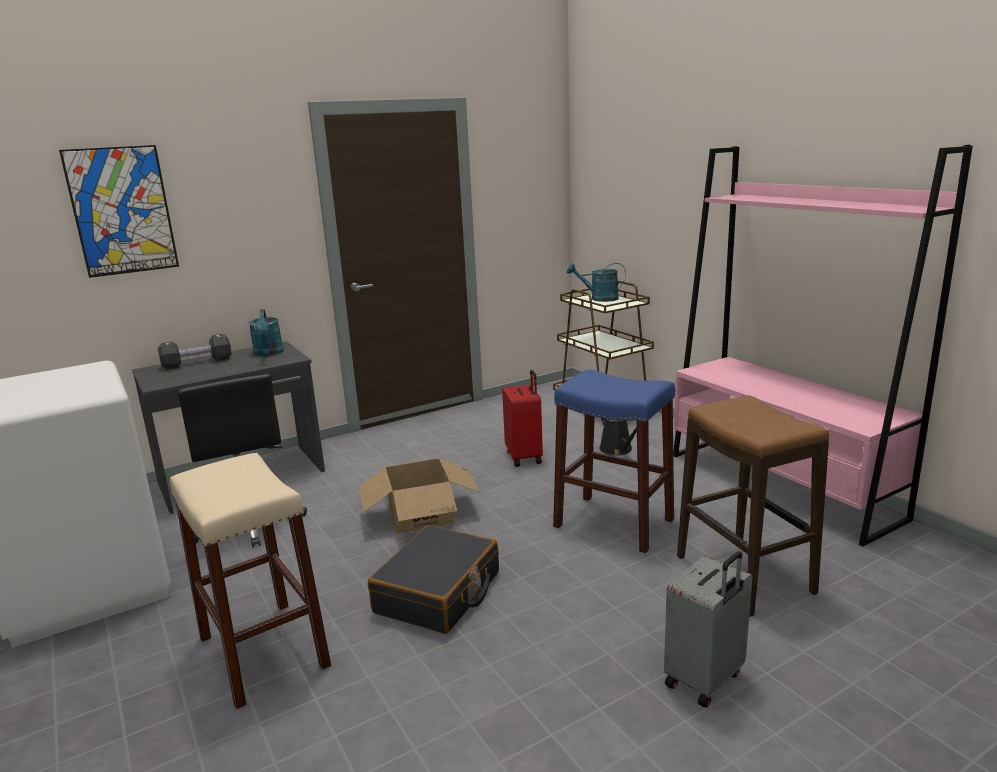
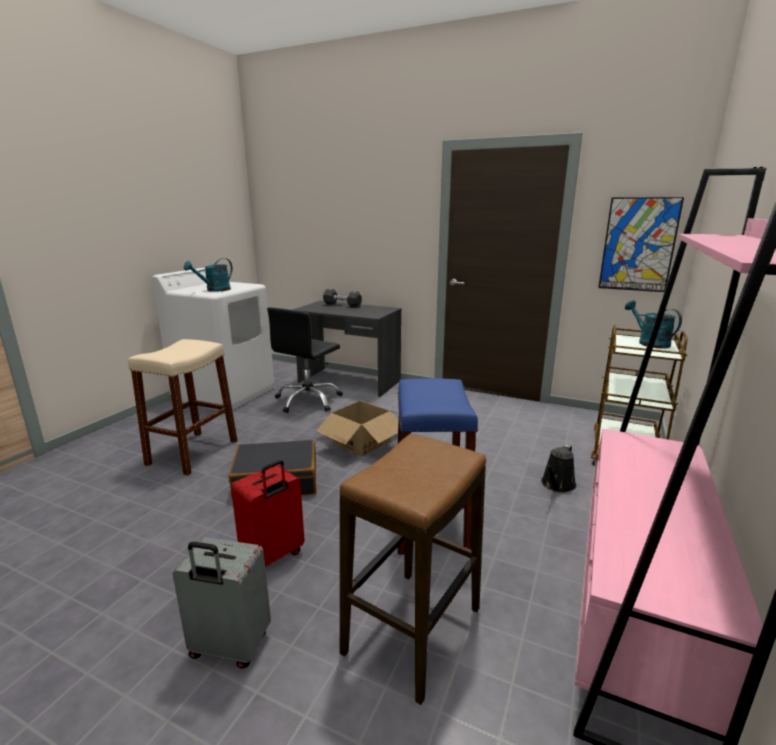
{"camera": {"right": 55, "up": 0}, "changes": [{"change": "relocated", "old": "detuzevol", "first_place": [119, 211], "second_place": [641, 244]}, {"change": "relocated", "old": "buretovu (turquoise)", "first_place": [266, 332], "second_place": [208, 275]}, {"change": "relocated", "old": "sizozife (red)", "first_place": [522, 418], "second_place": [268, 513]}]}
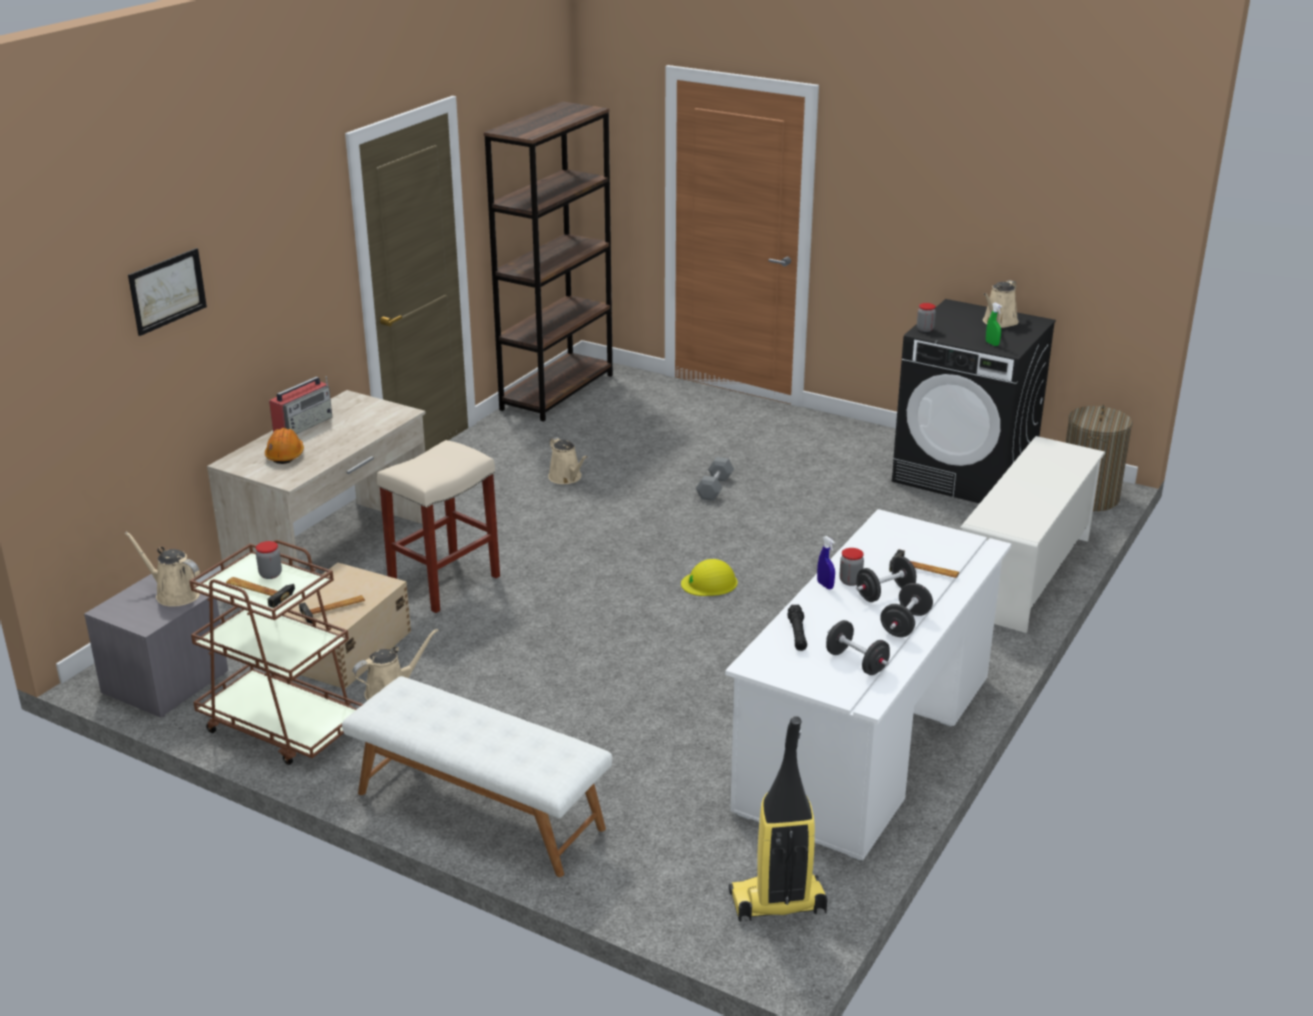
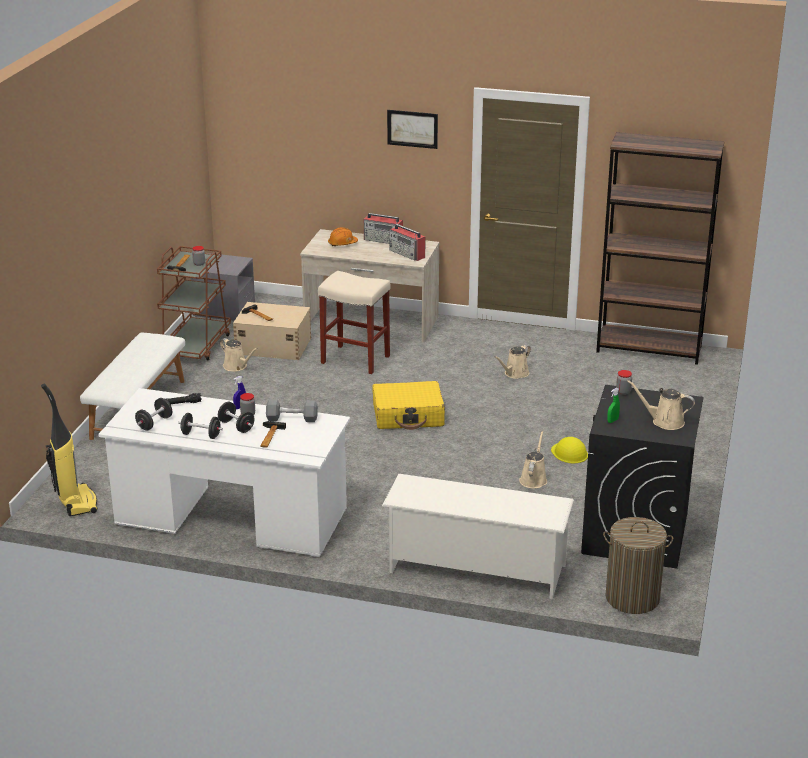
{"camera": {"right": 75, "up": 0}, "changes": [{"change": "relocated", "old": "detuzevol", "first_place": [167, 292], "second_place": [412, 129]}, {"change": "relocated", "old": "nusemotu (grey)", "first_place": [715, 479], "second_place": [292, 410]}, {"change": "relocated", "old": "buretovu (beige)", "first_place": [162, 569], "second_place": [533, 459]}, {"change": "relocated", "old": "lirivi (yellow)", "first_place": [709, 577], "second_place": [569, 450]}, {"change": "appeared", "new": "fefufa", "second_place": [407, 242]}, {"change": "appeared", "new": "sizozife (yellow)", "second_place": [408, 405]}]}
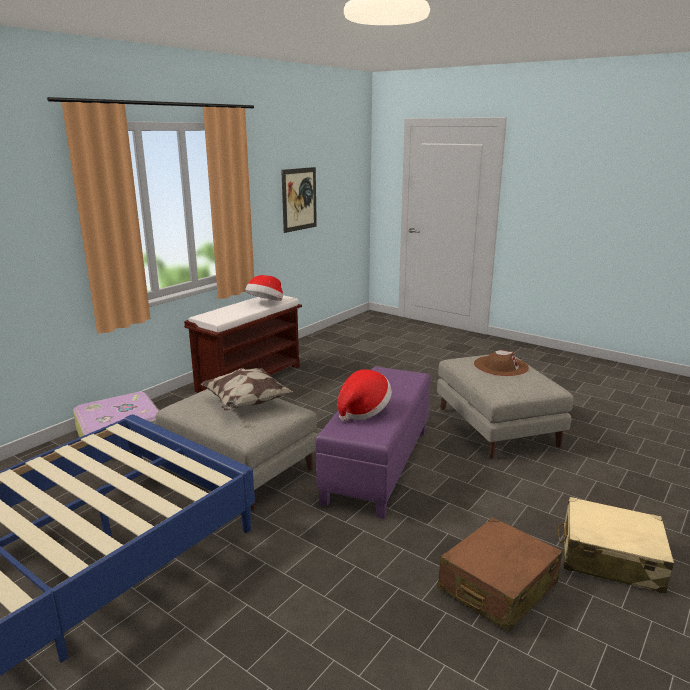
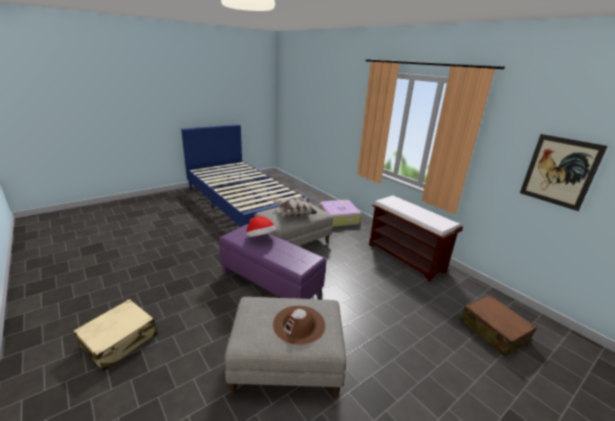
{"camera": {"right": 105, "up": 5}, "changes": [{"change": "missing", "old": "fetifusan", "first_place": [264, 288]}, {"change": "relocated", "old": "sizozife (brown)", "first_place": [500, 574], "second_place": [498, 326]}]}
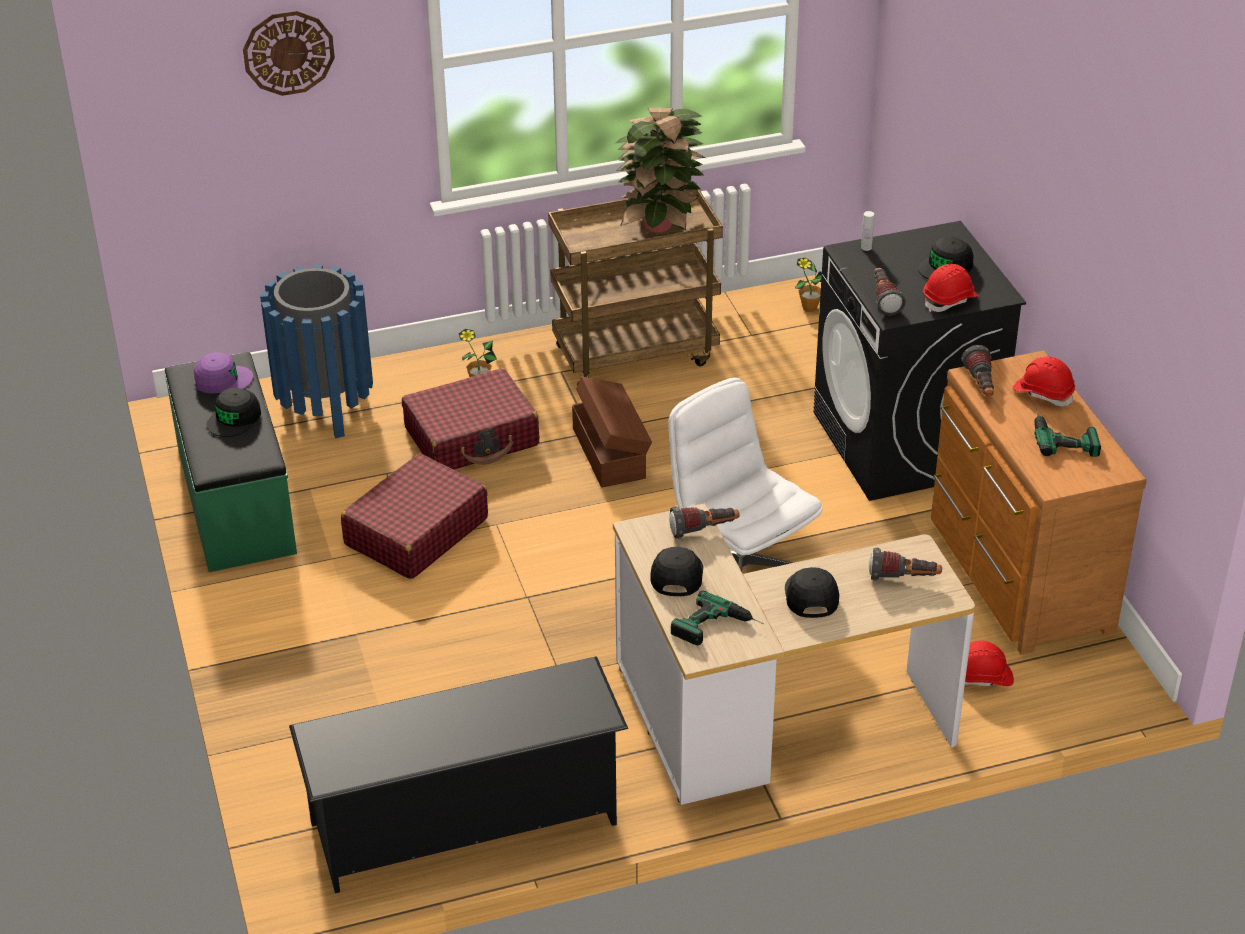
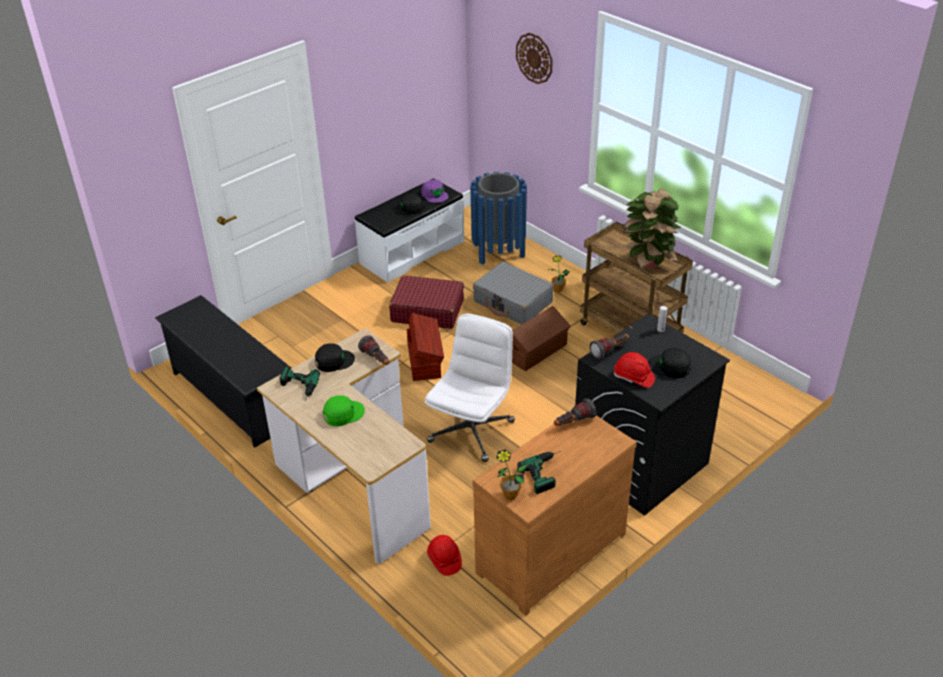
{"camera": {"right": 65, "up": 0}, "changes": [{"change": "relocated", "old": "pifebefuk", "first_place": [808, 285], "second_place": [511, 474]}, {"change": "colour", "old": "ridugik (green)", "new": "ridugik (white)", "first_place": [231, 462], "second_place": [409, 230]}, {"change": "missing", "old": "lirivi (red)", "first_place": [1044, 381]}, {"change": "colour", "old": "sizozife (red)", "new": "sizozife (grey)", "first_place": [470, 419], "second_place": [513, 293]}, {"change": "missing", "old": "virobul", "first_place": [905, 564]}, {"change": "colour", "old": "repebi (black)", "new": "repebi (green)", "first_place": [812, 592], "second_place": [344, 410]}, {"change": "appeared", "new": "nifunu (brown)", "second_place": [425, 347]}]}
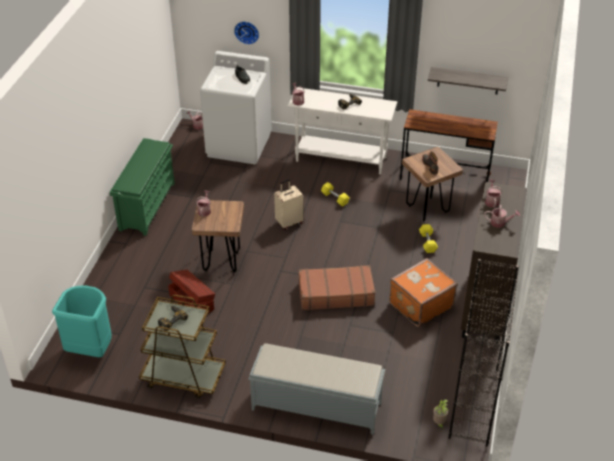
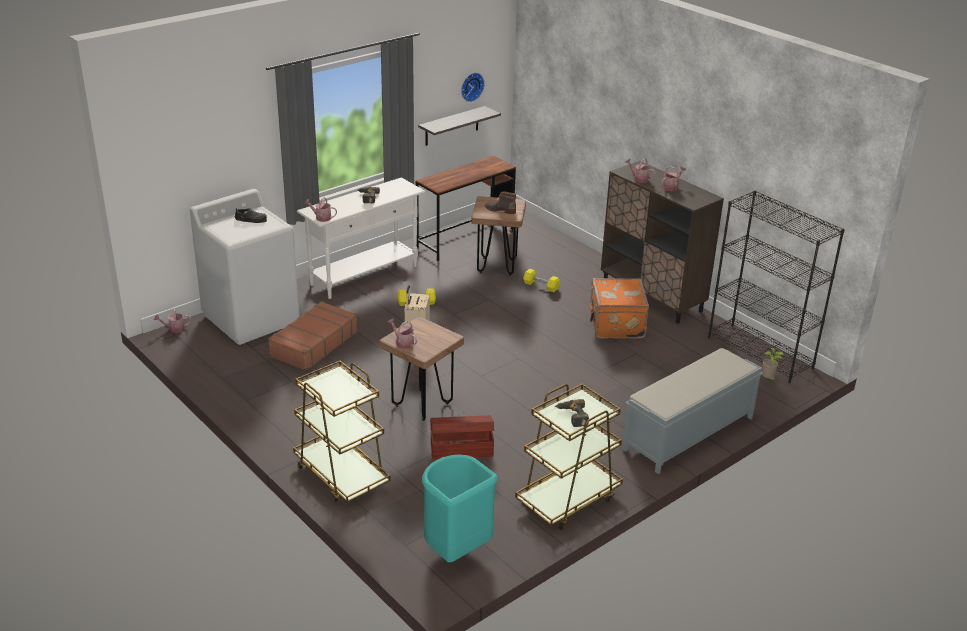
{"camera": {"right": -55, "up": -10}, "changes": [{"change": "relocated", "old": "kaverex", "first_place": [246, 33], "second_place": [472, 87]}, {"change": "missing", "old": "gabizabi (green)", "first_place": [142, 187]}, {"change": "relocated", "old": "sizozife (brown)", "first_place": [337, 287], "second_place": [313, 336]}, {"change": "appeared", "new": "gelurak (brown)", "second_place": [342, 431]}]}
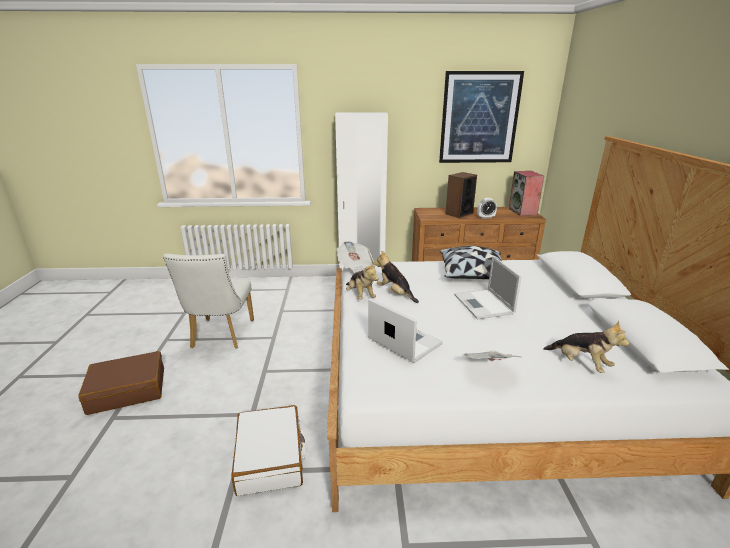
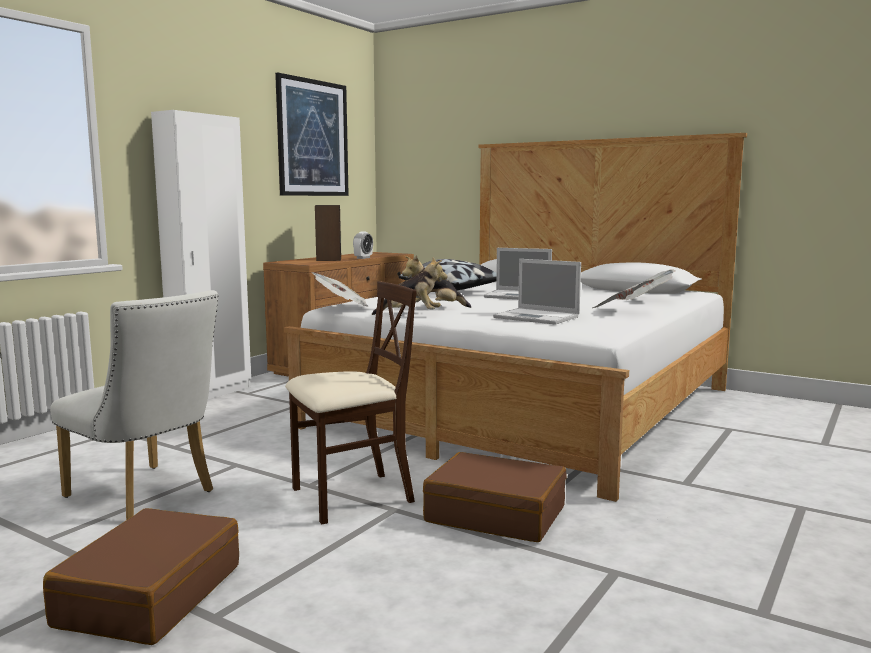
{"camera": {"right": -55, "up": -15}, "changes": [{"change": "missing", "old": "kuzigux", "first_place": [526, 193]}, {"change": "spun", "old": "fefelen", "first_place": [405, 330], "second_place": [537, 292], "degrees": -135}, {"change": "exchanged", "old": "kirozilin", "new": "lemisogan", "first_place": [586, 347], "second_place": [646, 284]}, {"change": "colour", "old": "sizozife (white)", "new": "sizozife (brown)", "first_place": [268, 450], "second_place": [495, 497]}, {"change": "appeared", "new": "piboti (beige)", "second_place": [351, 402]}]}
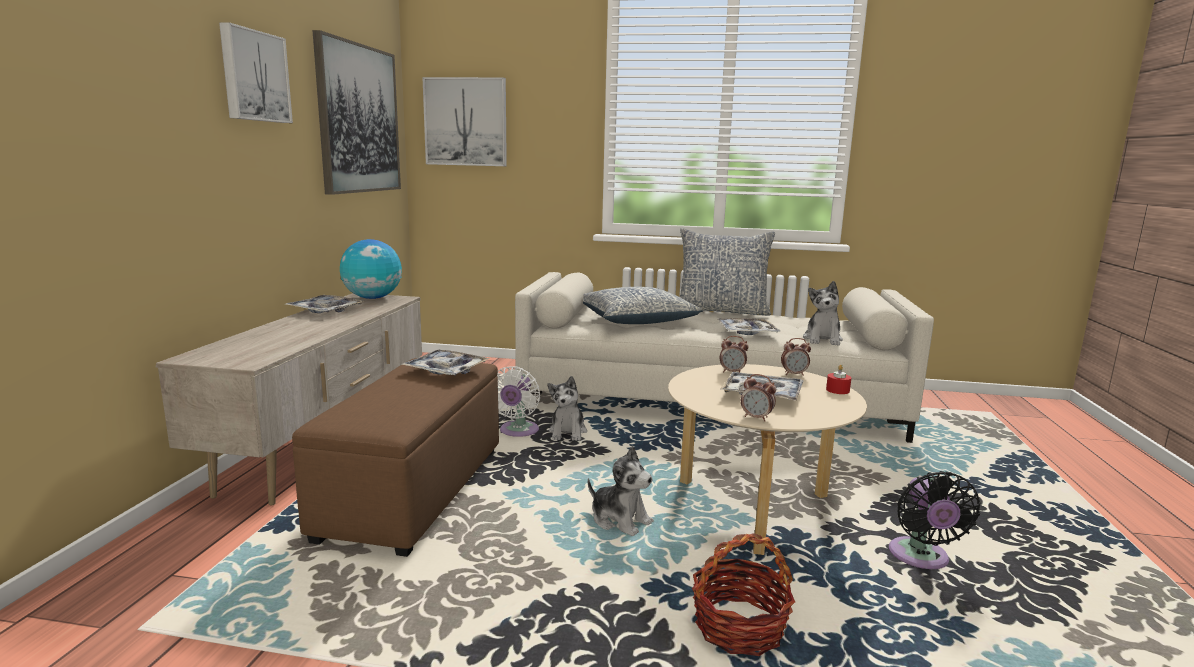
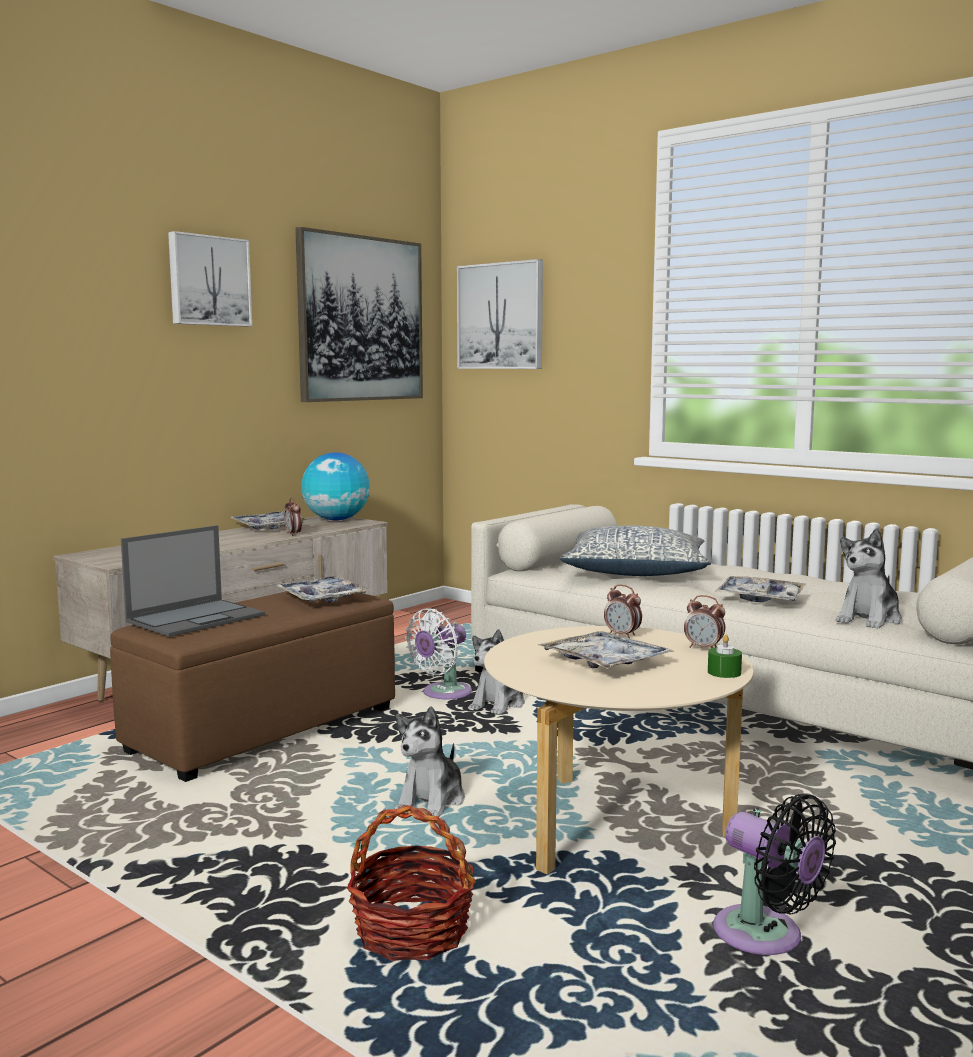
{"camera": {"right": 30, "up": -5}, "changes": [{"change": "missing", "old": "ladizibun", "first_place": [727, 271]}, {"change": "colour", "old": "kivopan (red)", "new": "kivopan (green)", "first_place": [838, 379], "second_place": [725, 656]}, {"change": "relocated", "old": "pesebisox", "first_place": [758, 398], "second_place": [293, 517]}, {"change": "spun", "old": "kirozilin", "first_place": [621, 491], "second_place": [430, 761], "degrees": 45}, {"change": "spun", "old": "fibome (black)", "first_place": [934, 520], "second_place": [774, 874], "degrees": -75}, {"change": "appeared", "new": "fefelen", "second_place": [193, 581]}]}
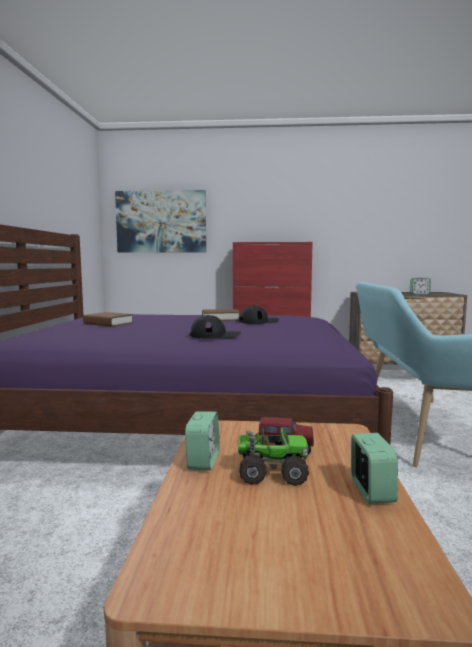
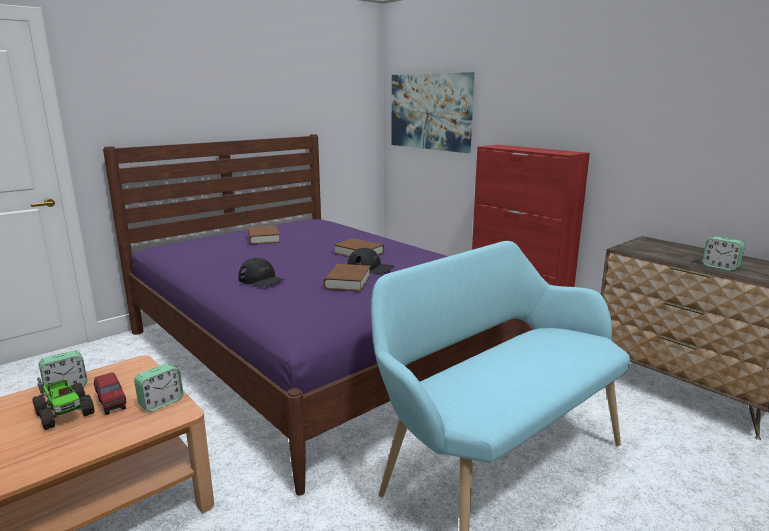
{"camera": {"right": 45, "up": 10}, "changes": [{"change": "relocated", "old": "pesebisox", "first_place": [374, 468], "second_place": [158, 387]}, {"change": "appeared", "new": "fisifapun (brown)", "second_place": [347, 277]}]}
